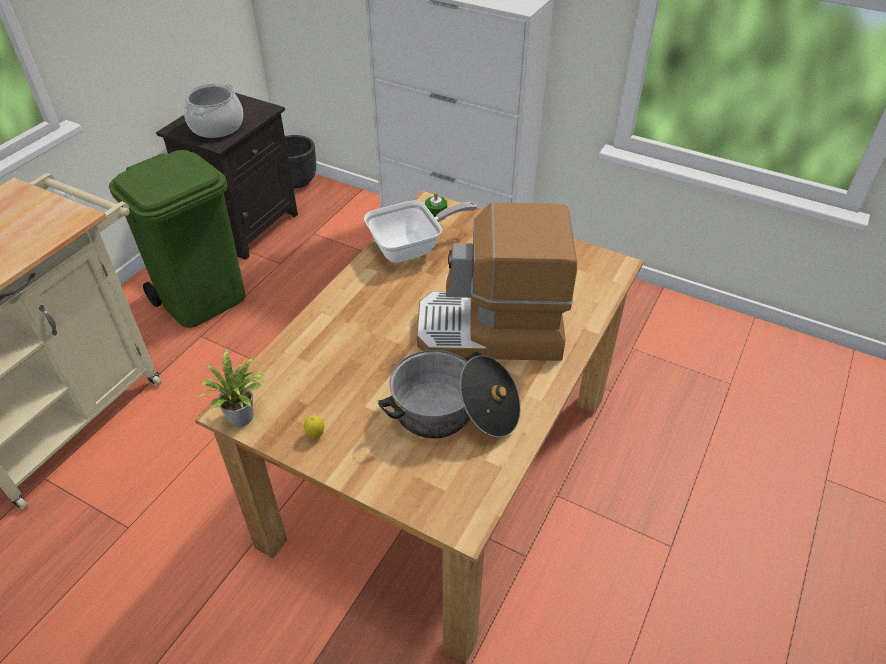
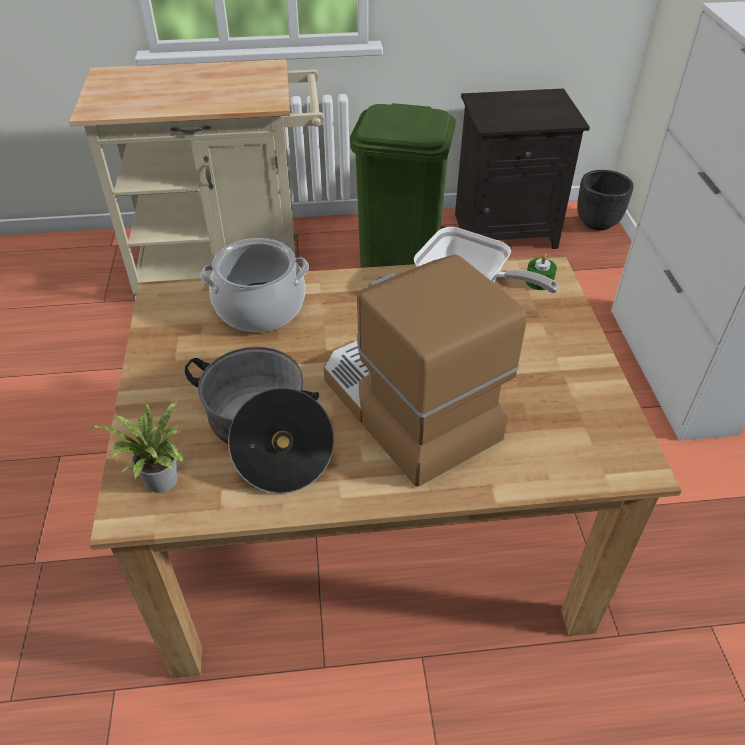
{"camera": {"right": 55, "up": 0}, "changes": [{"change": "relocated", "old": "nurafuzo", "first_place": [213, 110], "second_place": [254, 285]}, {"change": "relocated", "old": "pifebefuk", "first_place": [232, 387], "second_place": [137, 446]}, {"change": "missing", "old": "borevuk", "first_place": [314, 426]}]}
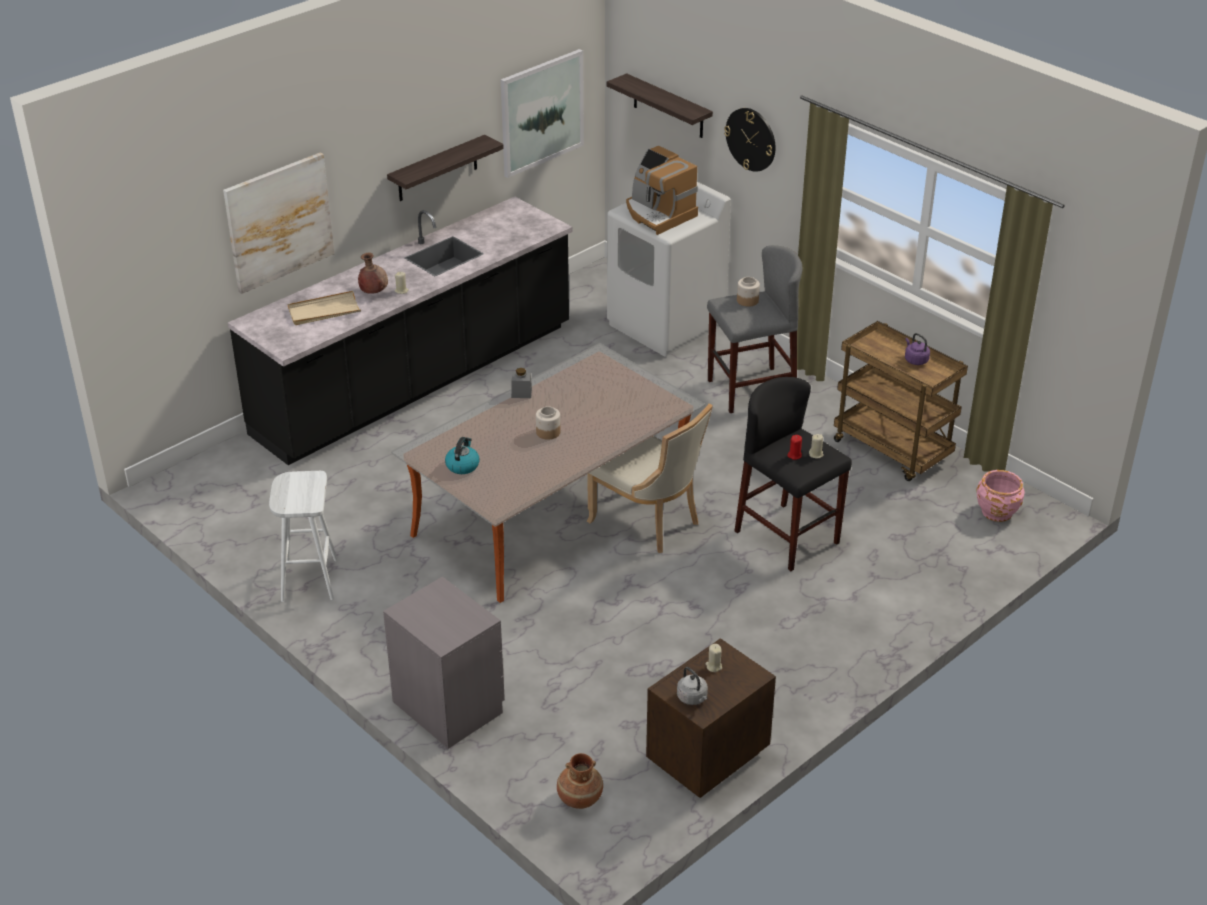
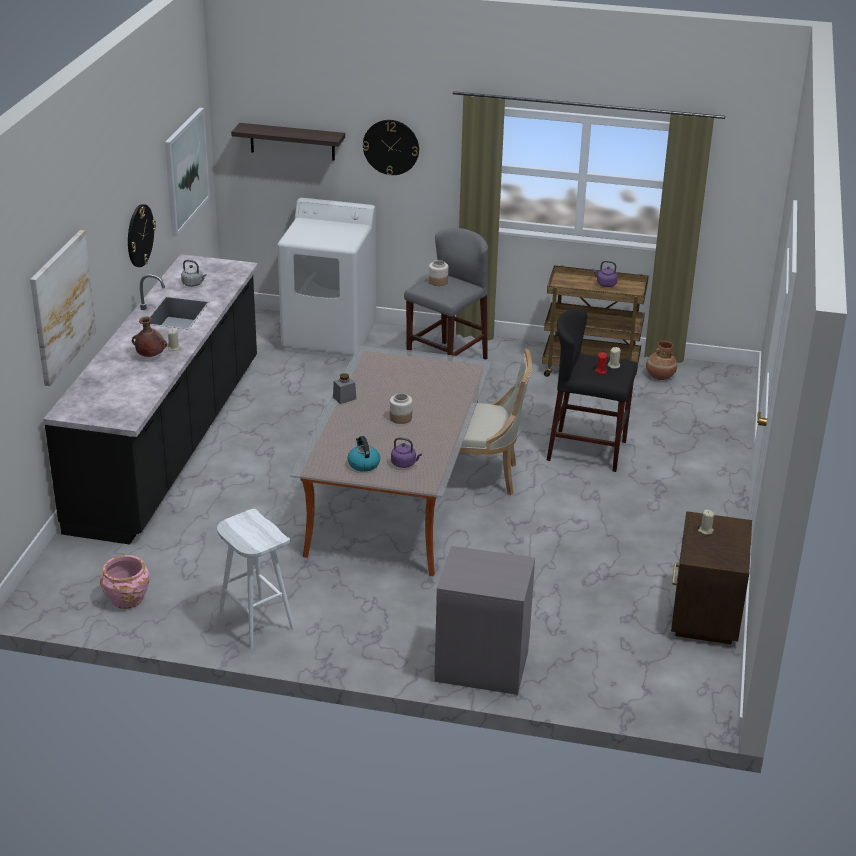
{"camera": {"right": -35, "up": -5}, "changes": [{"change": "exchanged", "old": "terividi", "new": "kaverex", "first_place": [445, 168], "second_place": [142, 235]}, {"change": "missing", "old": "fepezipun", "first_place": [662, 190]}, {"change": "missing", "old": "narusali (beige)", "first_place": [324, 308]}, {"change": "relocated", "old": "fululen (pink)", "first_place": [1000, 496], "second_place": [125, 582]}, {"change": "relocated", "old": "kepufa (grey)", "first_place": [692, 686], "second_place": [194, 273]}, {"change": "relocated", "old": "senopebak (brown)", "first_place": [580, 781], "second_place": [661, 360]}, {"change": "appeared", "new": "kepufa (purple)", "second_place": [406, 452]}]}
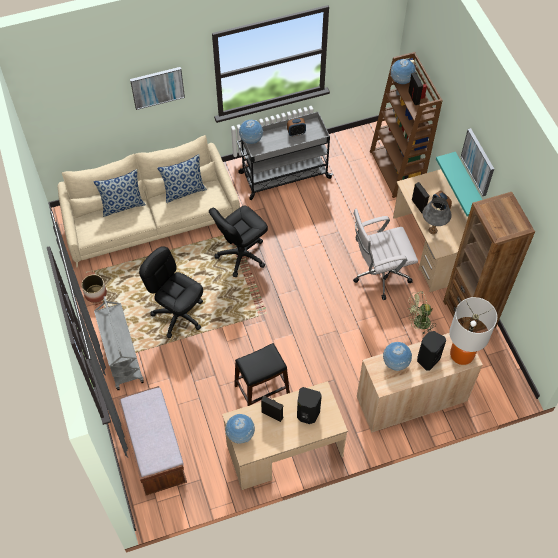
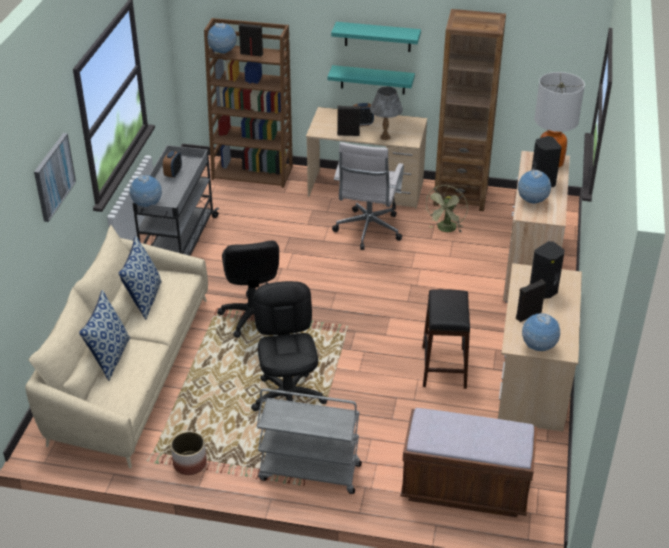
{"camera": {"right": -60, "up": -20}, "changes": [{"change": "exchanged", "old": "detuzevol", "new": "terividi (turquoise)", "first_place": [477, 162], "second_place": [376, 37]}, {"change": "spun", "old": "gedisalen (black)", "first_place": [171, 292], "second_place": [289, 346], "degrees": 105}]}
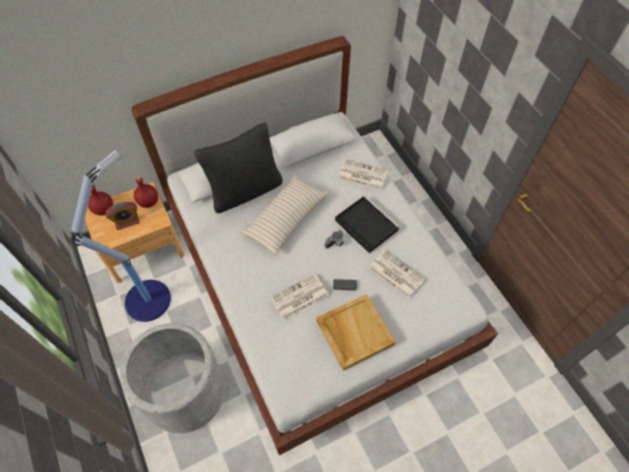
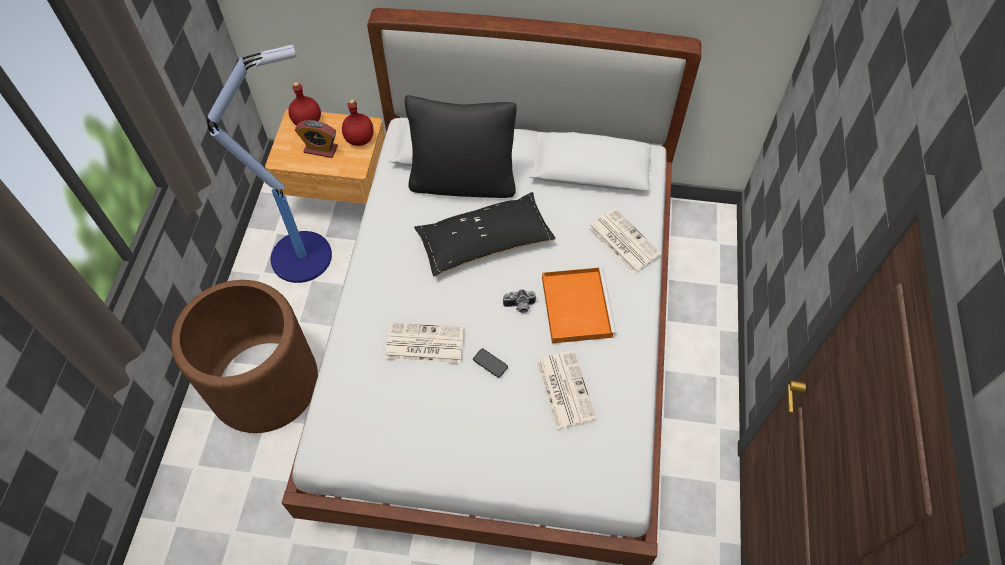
{"camera": {"right": 35, "up": 0}, "changes": [{"change": "colour", "old": "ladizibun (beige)", "new": "ladizibun (black)", "first_place": [284, 214], "second_place": [485, 234]}, {"change": "colour", "old": "narusali (black)", "new": "narusali (orange)", "first_place": [367, 224], "second_place": [579, 305]}, {"change": "missing", "old": "narusali (beige)", "first_place": [356, 332]}, {"change": "colour", "old": "fululen (grey)", "new": "fululen (brown)", "first_place": [172, 378], "second_place": [244, 356]}]}
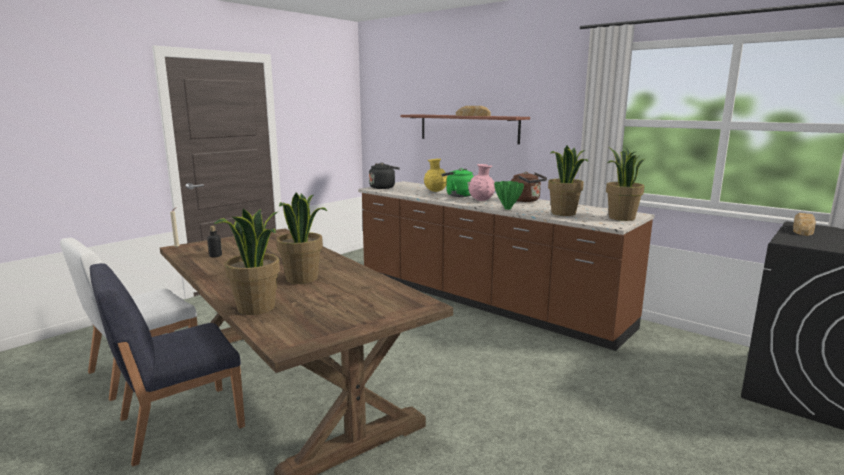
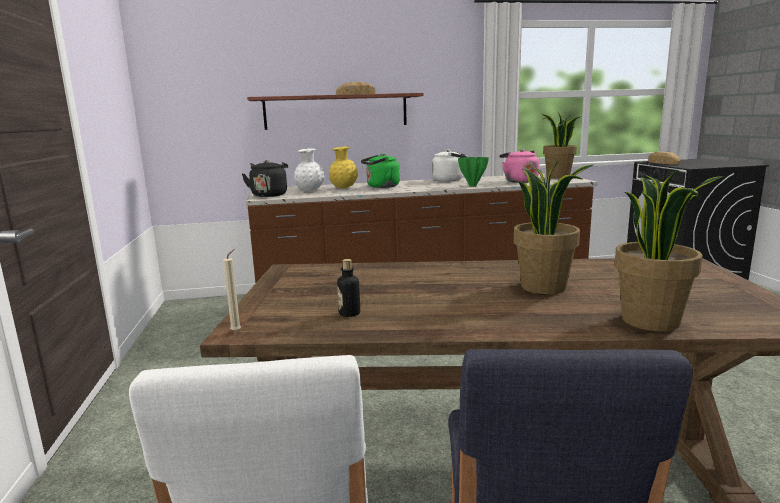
{"camera": {"right": -50, "up": 0}, "changes": [{"change": "exchanged", "old": "pifebefuk", "new": "kepufa (pink)", "first_place": [568, 181], "second_place": [519, 166]}, {"change": "missing", "old": "senopebak (pink)", "first_place": [482, 182]}, {"change": "colour", "old": "kepufa (brown)", "new": "kepufa (white)", "first_place": [529, 187], "second_place": [449, 165]}, {"change": "appeared", "new": "senopebak (white)", "second_place": [309, 169]}]}
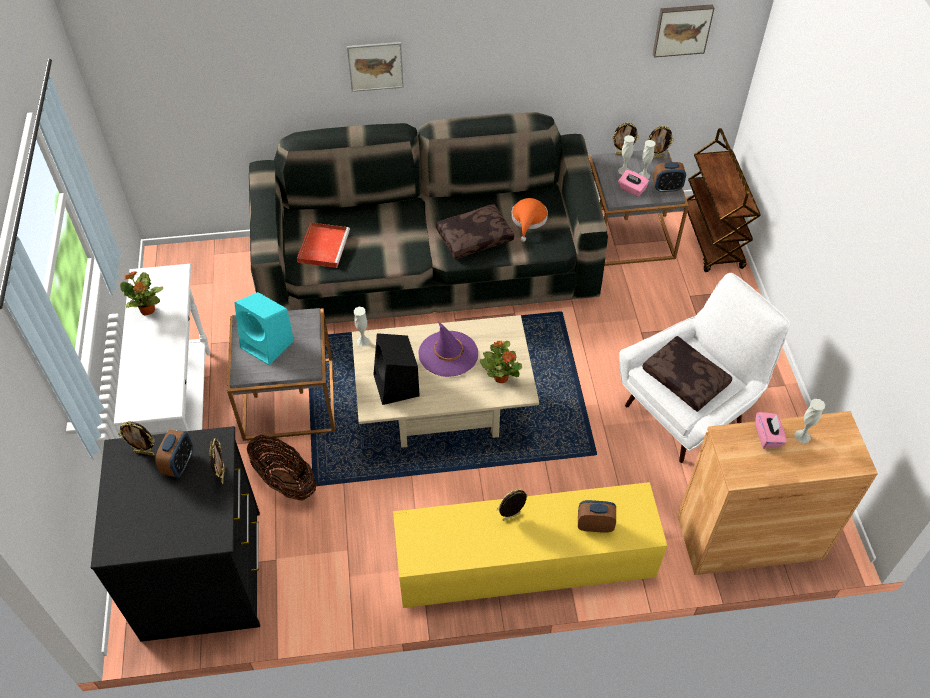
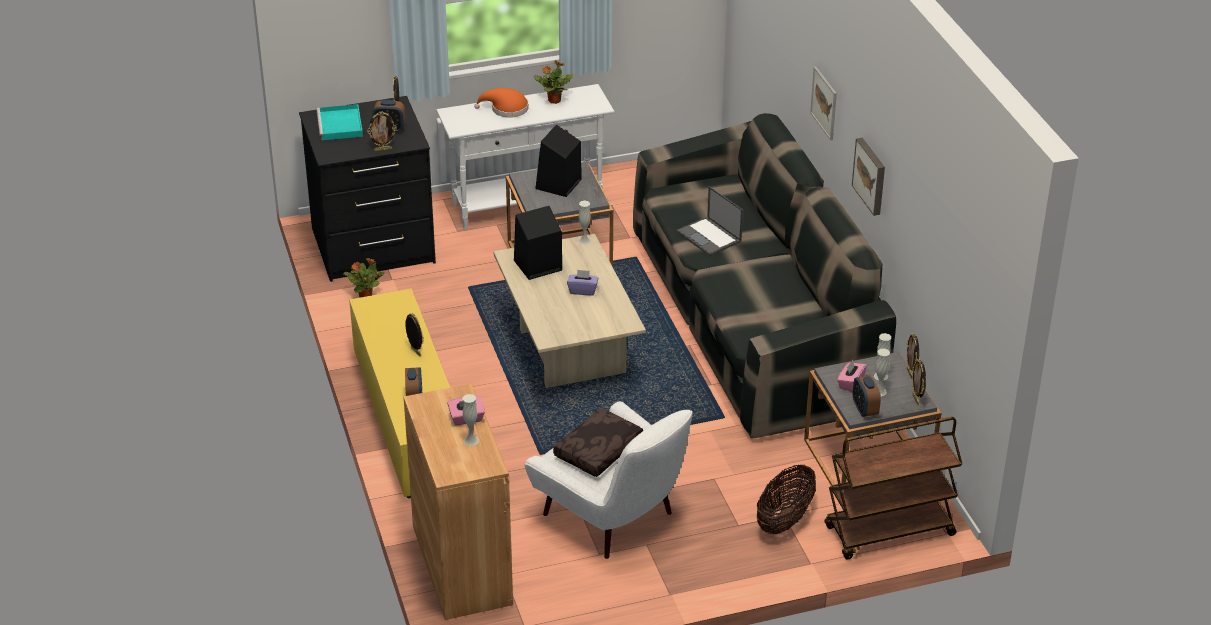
{"camera": {"right": 80, "up": -15}, "changes": [{"change": "relocated", "old": "detuzevol", "first_place": [683, 31], "second_place": [868, 177]}, {"change": "relocated", "old": "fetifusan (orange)", "first_place": [529, 220], "second_place": [501, 103]}, {"change": "missing", "old": "ladizibun (brown)", "first_place": [475, 231]}, {"change": "missing", "old": "narusali (red)", "first_place": [323, 245]}, {"change": "colour", "old": "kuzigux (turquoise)", "new": "kuzigux (black)", "first_place": [264, 328], "second_place": [558, 160]}, {"change": "exchanged", "old": "fetifusan (purple)", "new": "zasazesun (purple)", "first_place": [448, 349], "second_place": [582, 283]}, {"change": "relocated", "old": "pifebefuk", "first_place": [501, 361], "second_place": [364, 278]}, {"change": "relocated", "old": "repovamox", "first_place": [282, 467], "second_place": [786, 499]}, {"change": "appeared", "new": "narusali (turquoise)", "second_place": [340, 122]}, {"change": "appeared", "new": "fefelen", "second_place": [710, 221]}]}
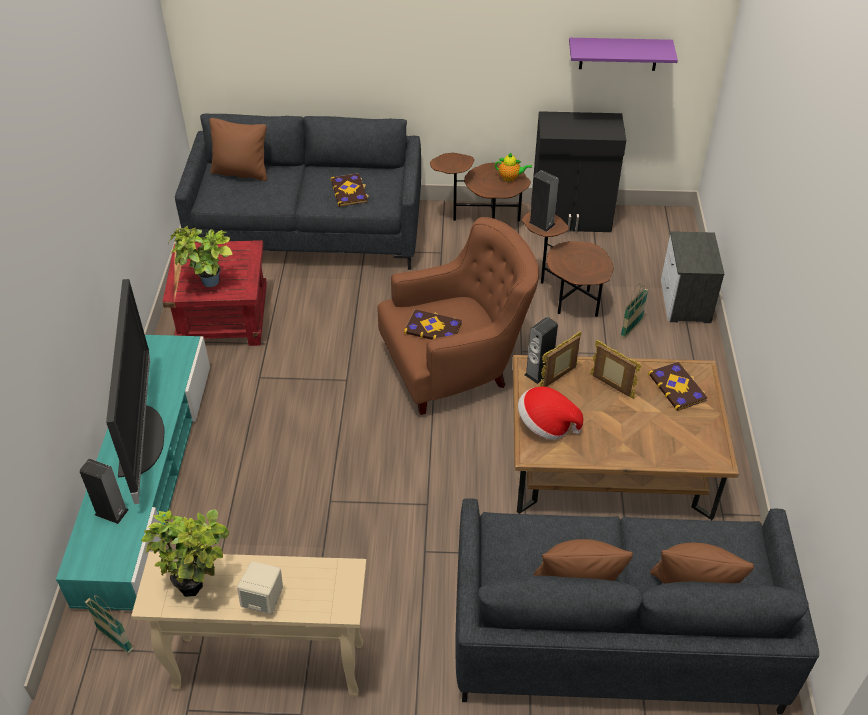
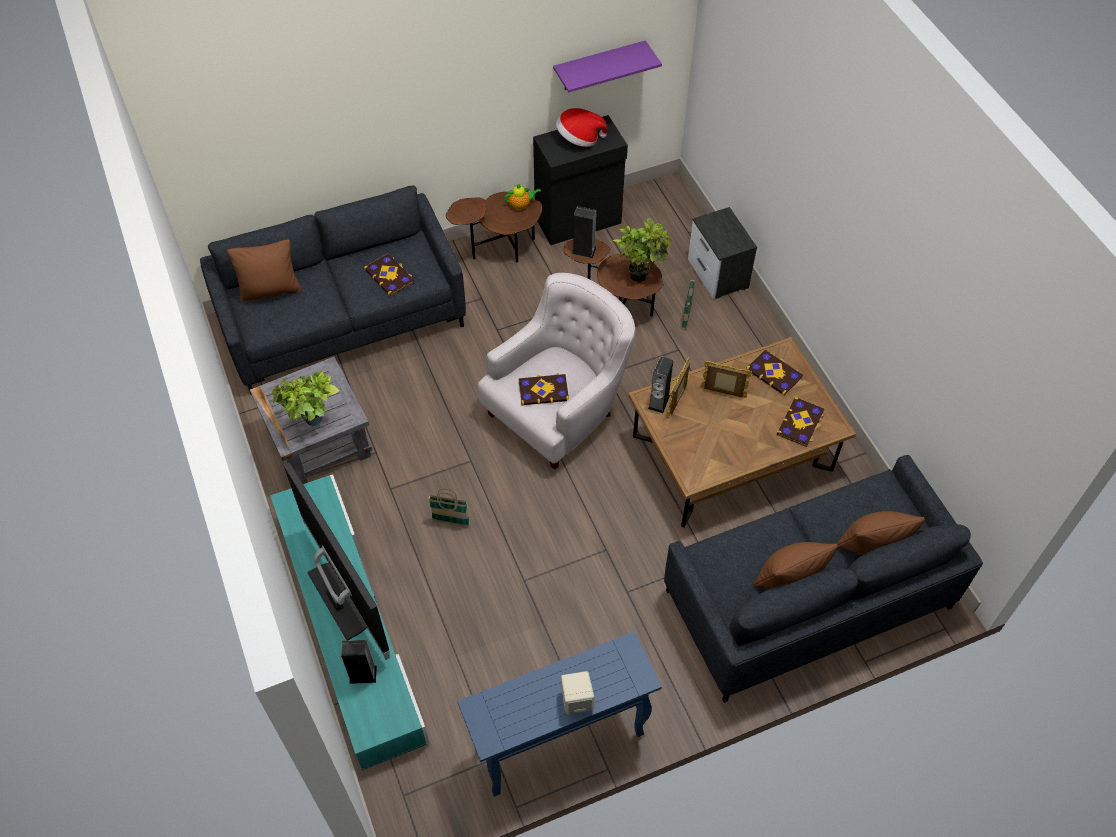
{"camera": {"right": -25, "up": 10}, "changes": [{"change": "colour", "old": "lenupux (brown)", "new": "lenupux (white)", "first_place": [458, 316], "second_place": [556, 371]}, {"change": "colour", "old": "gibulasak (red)", "new": "gibulasak (grey)", "first_place": [214, 293], "second_place": [311, 420]}, {"change": "relocated", "old": "fetifusan", "first_place": [550, 412], "second_place": [581, 127]}, {"change": "relocated", "old": "pifebefuk", "first_place": [184, 553], "second_place": [641, 250]}, {"change": "colour", "old": "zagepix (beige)", "new": "zagepix (blue)", "first_place": [249, 623], "second_place": [560, 714]}, {"change": "relocated", "old": "repovamox", "first_place": [109, 624], "second_place": [449, 508]}, {"change": "appeared", "new": "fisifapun", "second_place": [800, 422]}]}
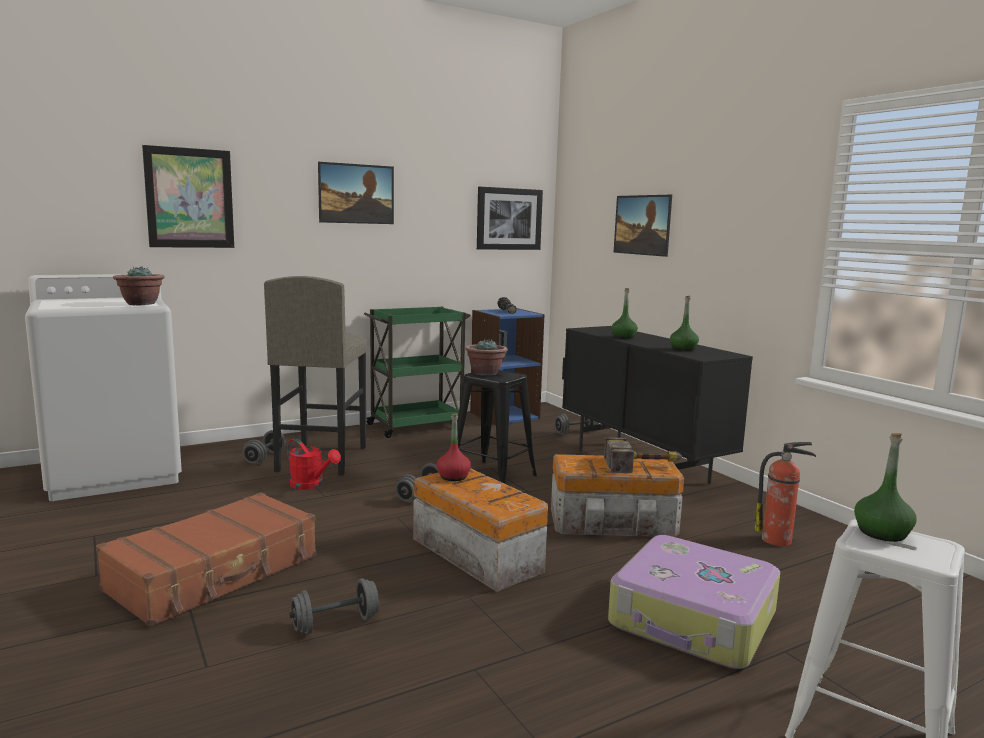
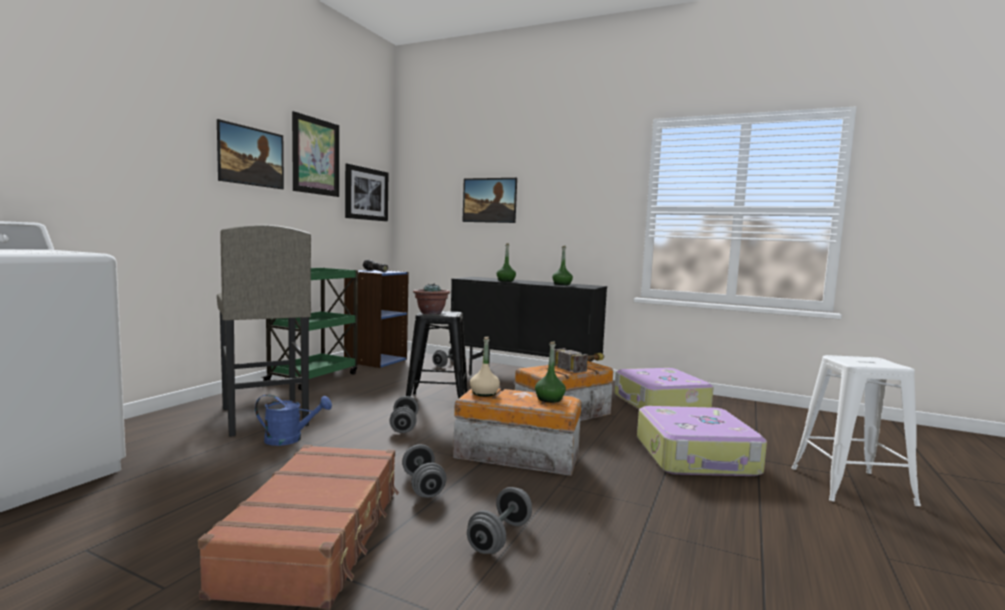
{"camera": {"right": -35, "up": -5}, "changes": [{"change": "relocated", "old": "detuzevol", "first_place": [188, 196], "second_place": [315, 154]}, {"change": "missing", "old": "pifebefuk", "first_place": [138, 285]}, {"change": "colour", "old": "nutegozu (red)", "new": "nutegozu (beige)", "first_place": [454, 447], "second_place": [485, 367]}, {"change": "relocated", "old": "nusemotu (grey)", "first_place": [264, 447], "second_place": [424, 471]}, {"change": "relocated", "old": "nutegozu (green)", "first_place": [885, 487], "second_place": [550, 372]}, {"change": "colour", "old": "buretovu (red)", "new": "buretovu (blue)", "first_place": [314, 464], "second_place": [293, 420]}, {"change": "exchanged", "old": "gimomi", "new": "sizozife", "first_place": [785, 494], "second_place": [664, 388]}]}
